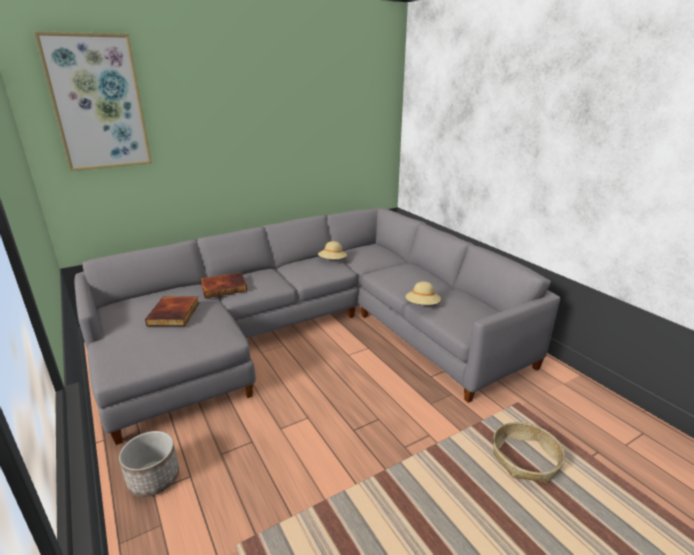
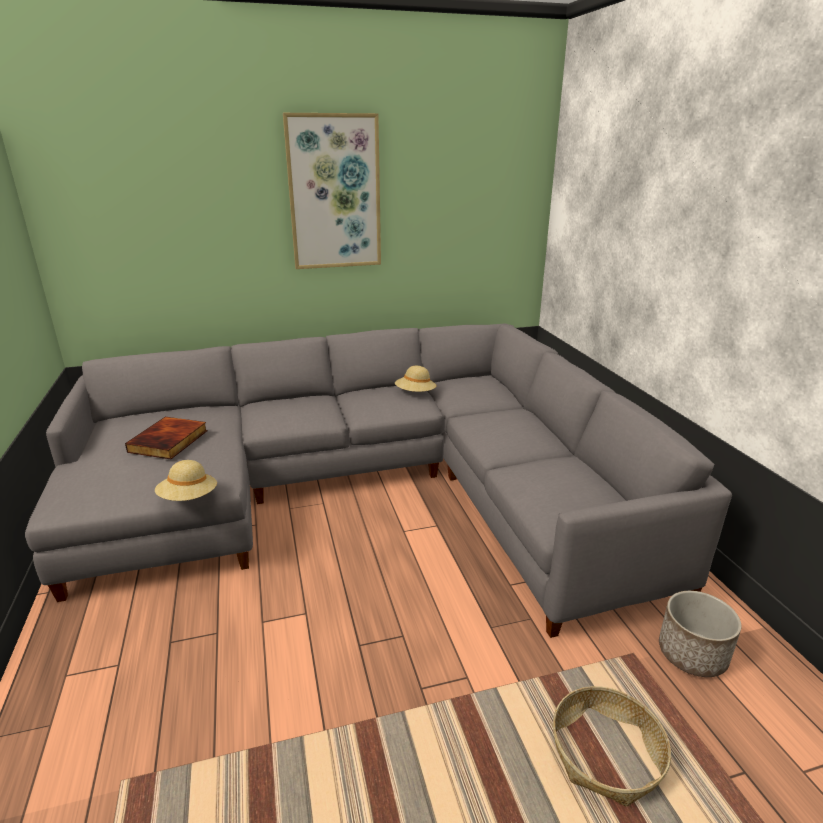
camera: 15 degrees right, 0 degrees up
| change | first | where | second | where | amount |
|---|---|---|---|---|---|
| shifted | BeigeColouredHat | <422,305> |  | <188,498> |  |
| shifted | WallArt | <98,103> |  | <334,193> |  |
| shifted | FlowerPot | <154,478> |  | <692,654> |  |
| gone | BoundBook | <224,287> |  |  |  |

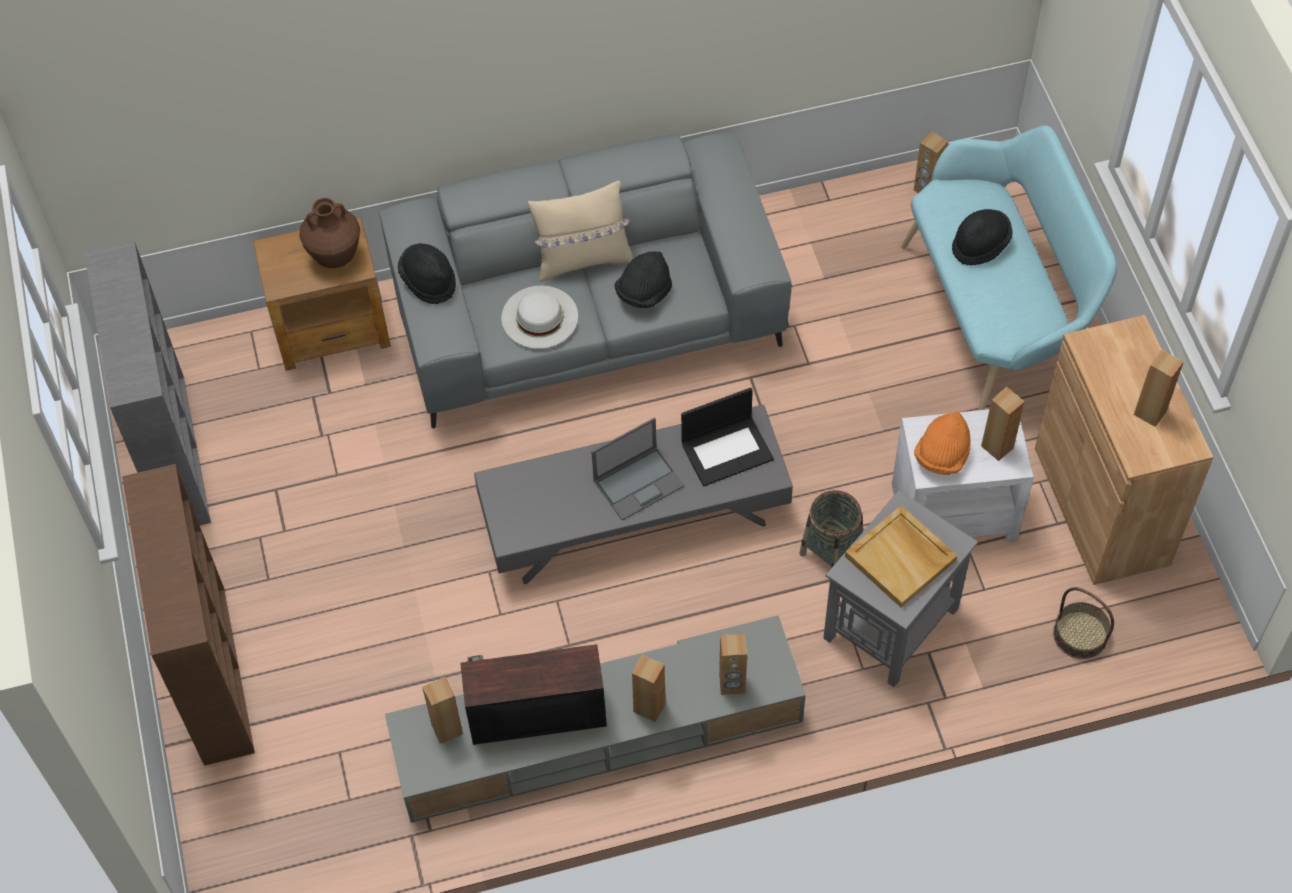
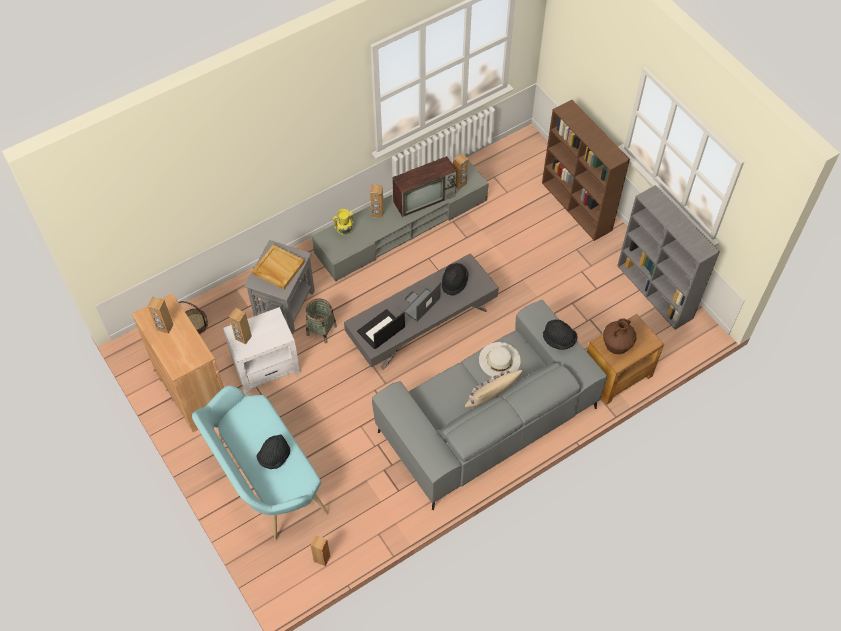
camera: 160 degrees right, 0 degrees up
| change | first | where | second | where | amount |
|---|---|---|---|---|---|
| swapped | BrownLoudspeaker | <732,684> | YellowFlowerVase | <345,231> |  |
| shifted | BlackHat | <644,292> |  | <454,282> |  |
| gone | OrangeyHat | <942,456> |  |  |  |

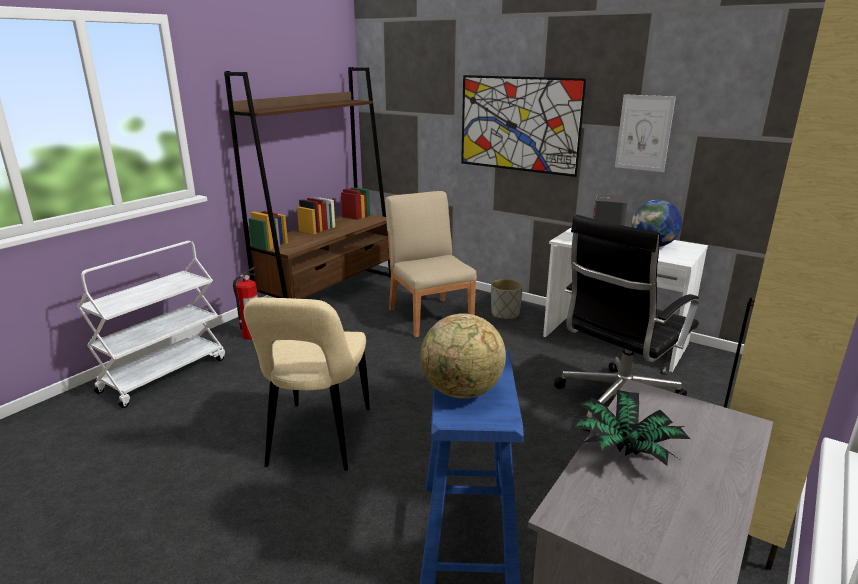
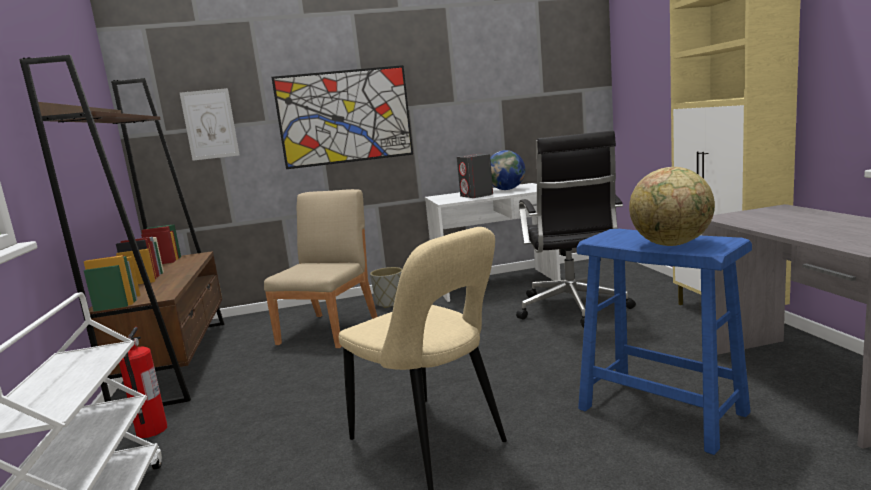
camera: 45 degrees left, 10 degrees down
| change | first | where | second | where | amount |
|---|---|---|---|---|---|
| shifted | WallArt | <644,133> |  | <210,124> |  |
| rotated | BeigeColouredUprightChair | <430,316> |  | <330,330> | 90 degrees clockwise |
| gone | PlantInAPot | <624,450> |  |  |  |

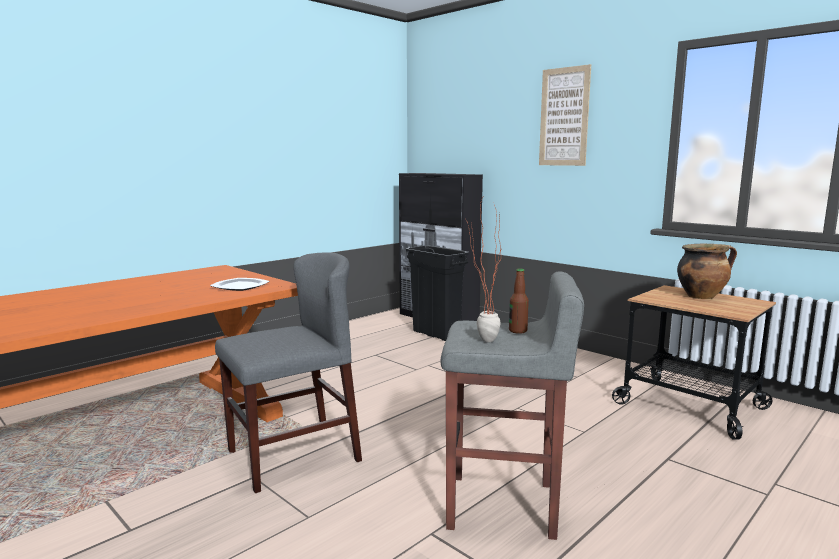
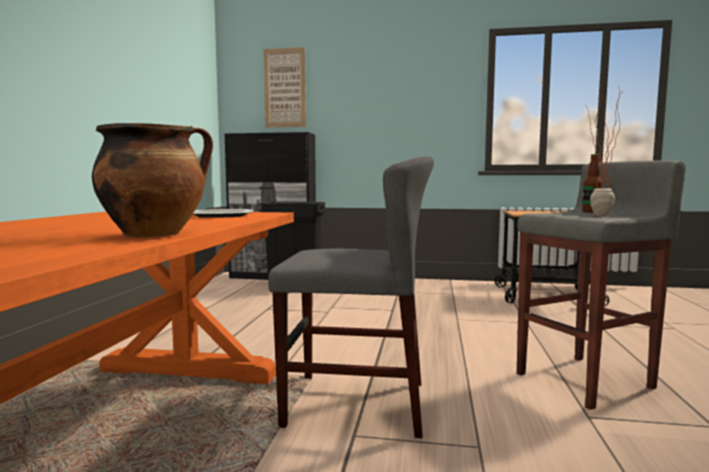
camera: 35 degrees left, 5 degrees down
| change | first | where | second | where | amount |
|---|---|---|---|---|---|
| shifted | Stockpot | <702,296> |  | <156,235> |  |
| shifted | WallArt | <564,117> |  | <285,88> |  |
| rotated | GreyUprightChair | <293,456> |  | <356,403> | 75 degrees clockwise |

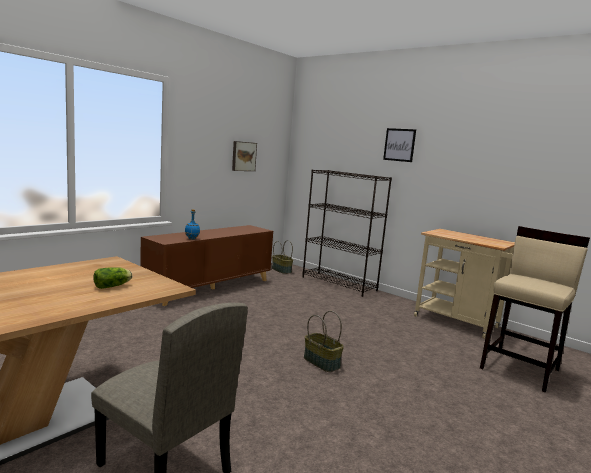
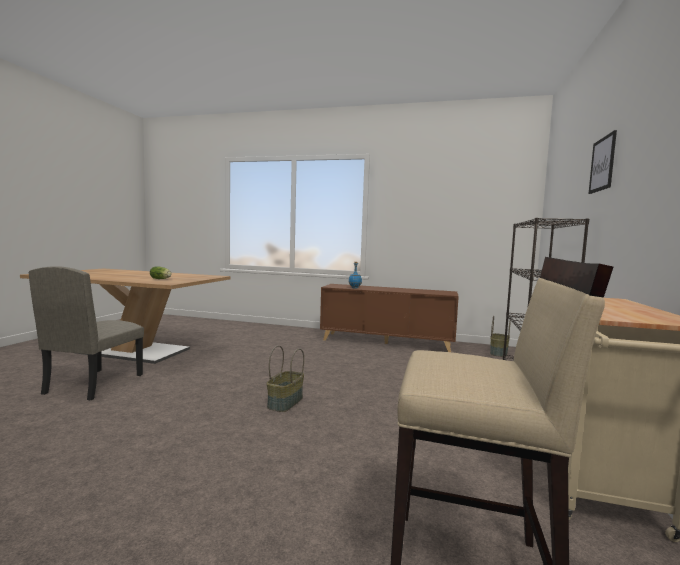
camera: 65 degrees right, 5 degrees down
| change | first | where | second | where | amount |
|---|---|---|---|---|---|
| gone | WallArt | <243,156> |  |  |  |

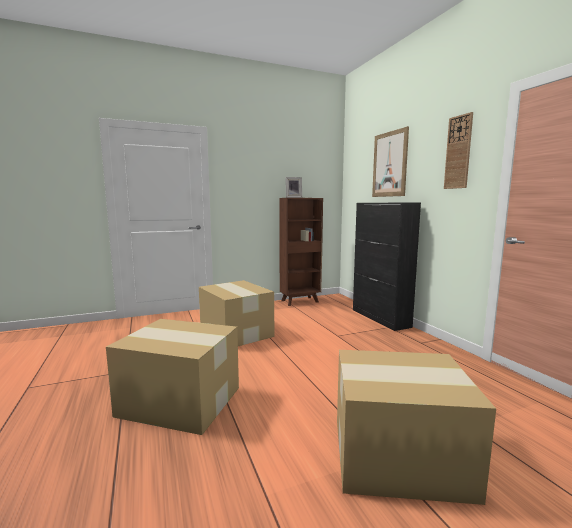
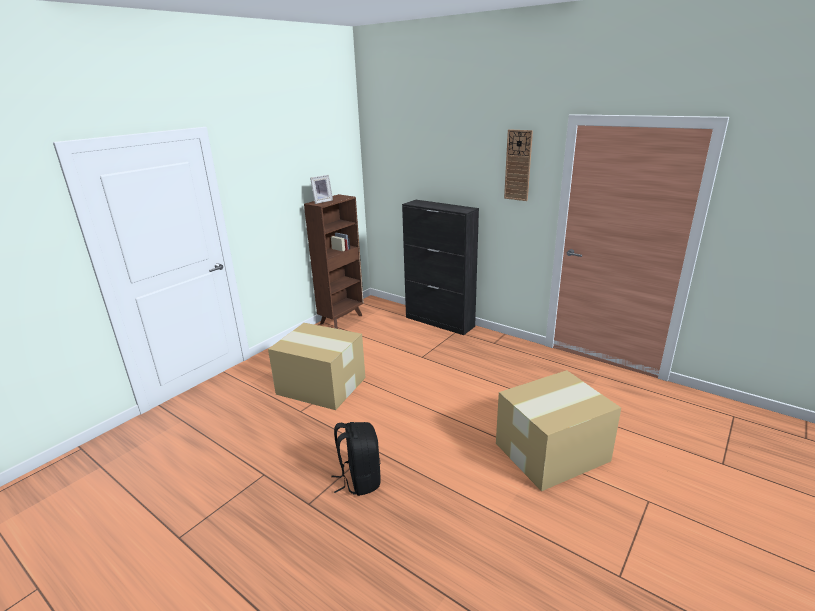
camera: 30 degrees left, 15 degrees up
| change | first | where | second | where | amount |
|---|---|---|---|---|---|
| swapped | CardboardBox | <179,400> | BlackKnapsack | <359,480> |  |
| gone | WallArt | <389,164> |  |  |  |

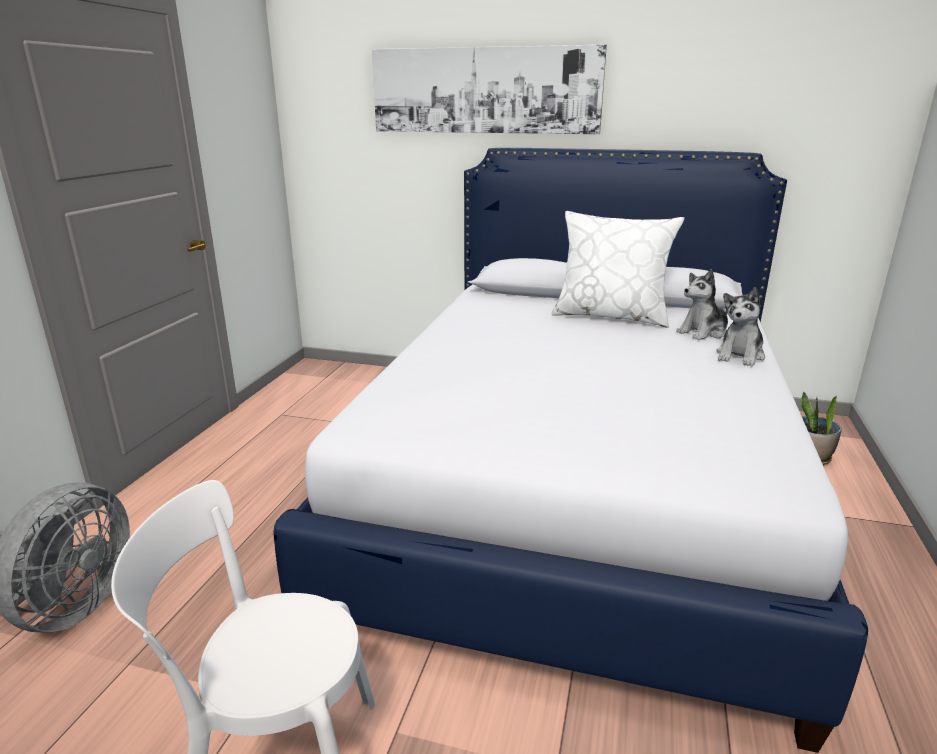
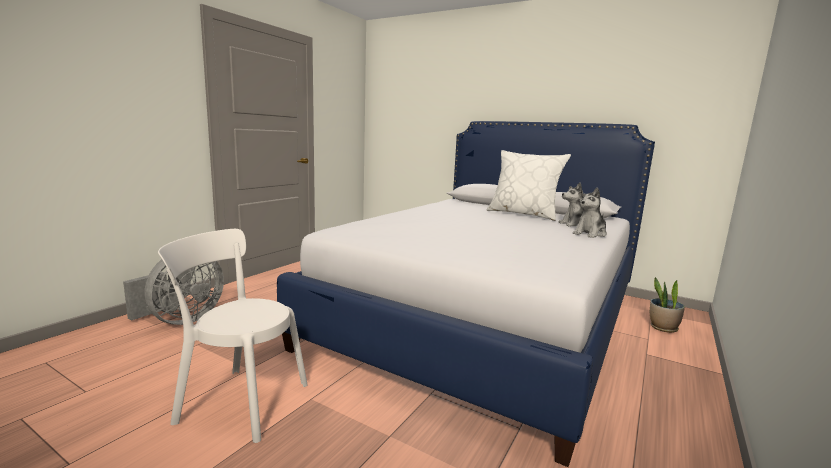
camera: 15 degrees right, 10 degrees down
| change | first | where | second | where | amount |
|---|---|---|---|---|---|
| gone | WallArt | <484,90> |  |  |  |

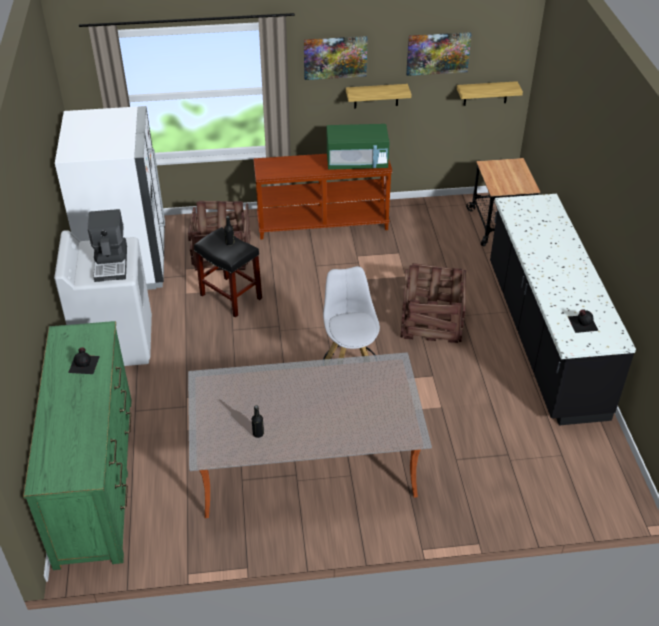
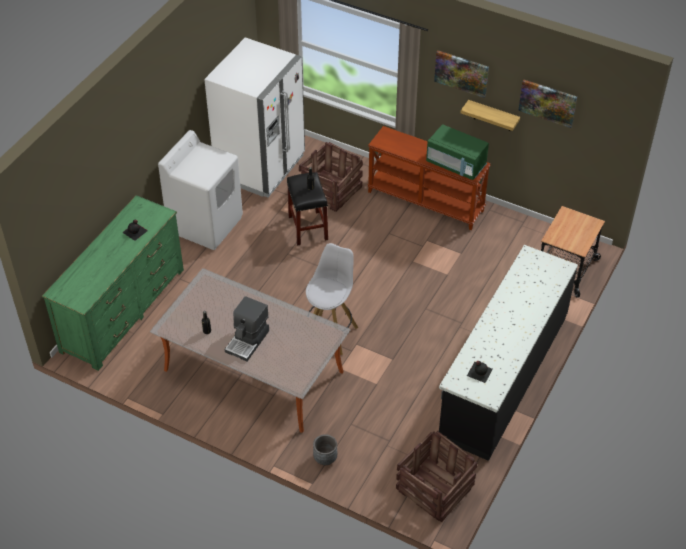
camera: 35 degrees right, 5 degrees up
| change | first | where | second | where | amount |
|---|---|---|---|---|---|
| shifted | CoffeeMachine | <112,263> |  | <248,341> |  |
| new |  |  | GreyFlowerPot | <325,458> |  |
| shifted | PackingCrate | <430,322> |  | <434,488> |  |
| gone | BracketShelf | <485,93> |  |  |  |

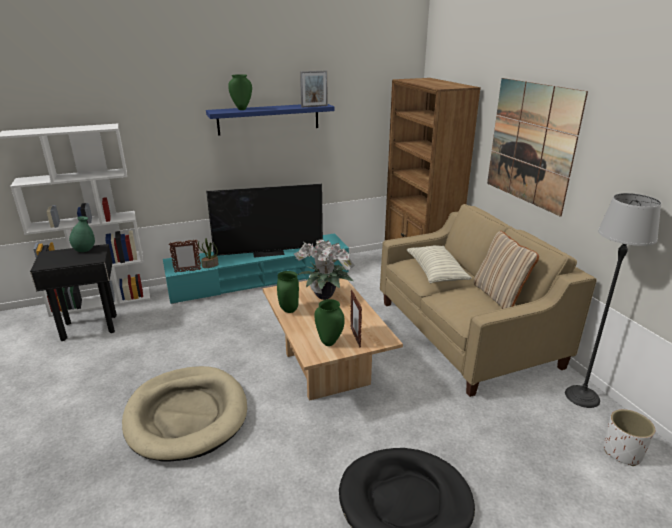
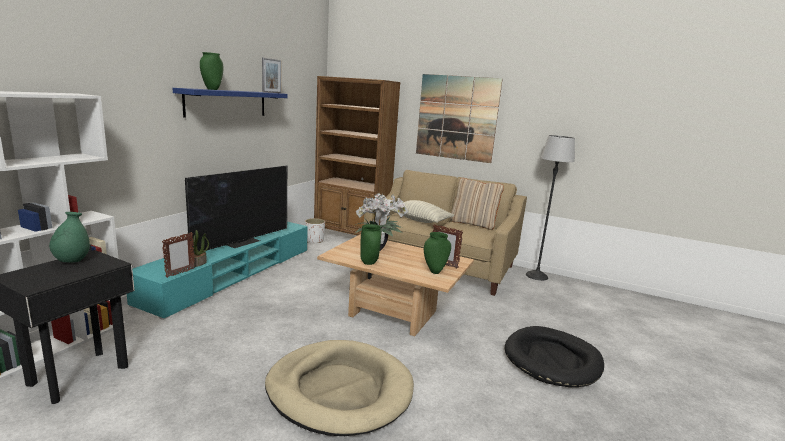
camera: 45 degrees left, 10 degrees down
| change | first | where | second | where | amount |
|---|---|---|---|---|---|
| shifted | WhiteFlowerPot | <623,452> |  | <314,240> |  |

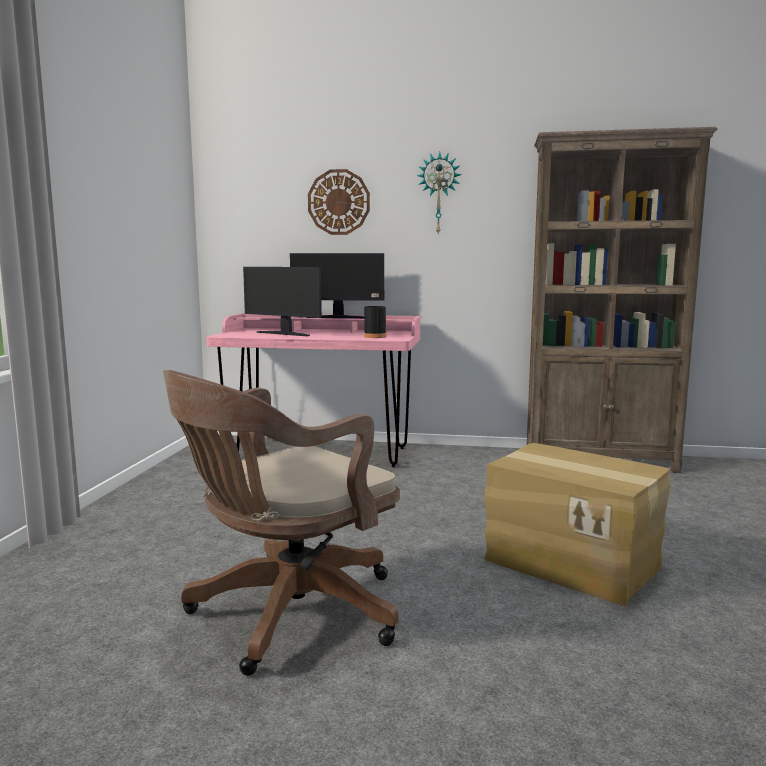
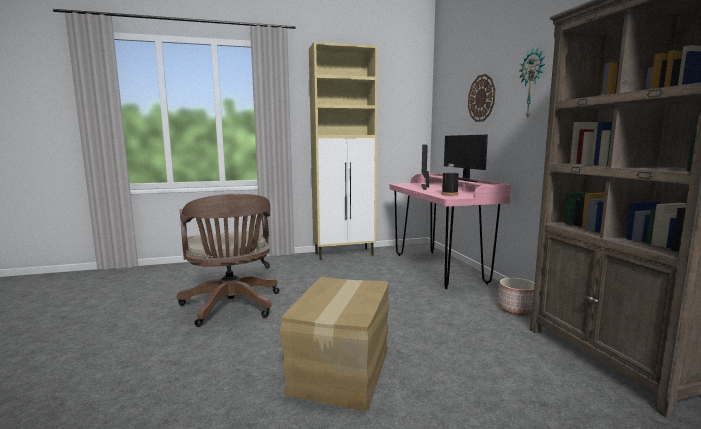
camera: 65 degrees right, 0 degrees up
| change | first | where | second | where | amount |
|---|---|---|---|---|---|
| rotated | BrownDeskChair | <287,615> |  | <232,307> | 135 degrees counterclockwise |
| new |  |  | BeigeColouredStorageCabinet | <345,254> |  |
| new |  |  | FlowerPot | <517,309> |  |

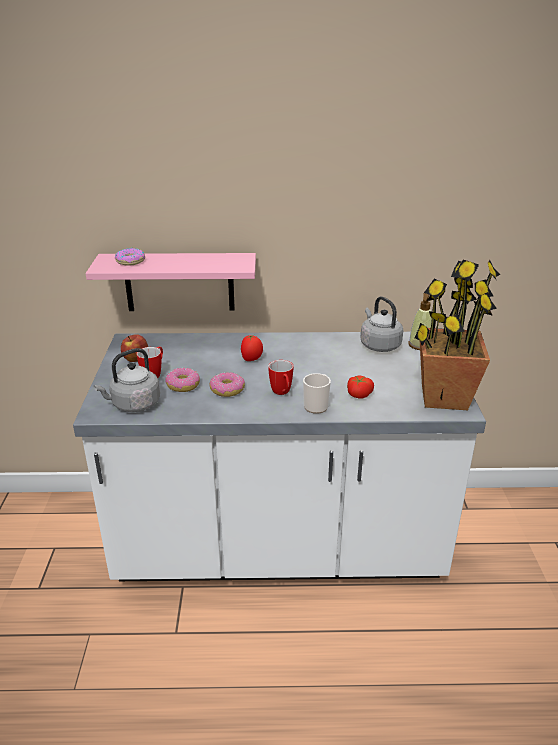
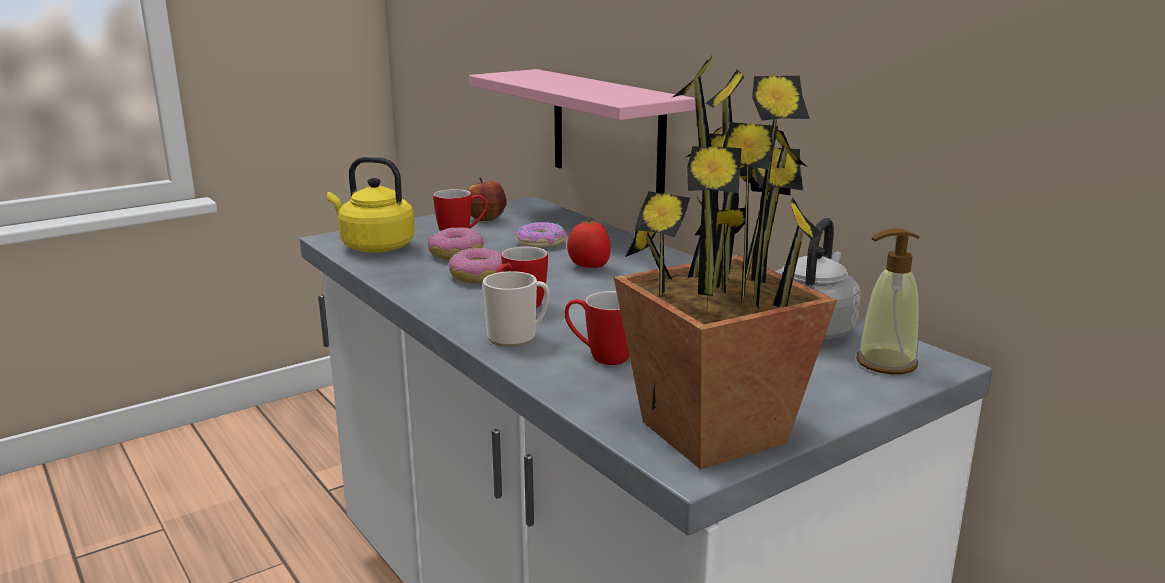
camera: 55 degrees right, 10 degrees down
| change | first | where | second | where | amount |
|---|---|---|---|---|---|
| repainted | GreyWaterKettle | <133,405> | YellowWaterKettle | <374,247> |  |
| shifted | RingDoughnut | <131,261> |  | <540,243> |  |
| swapped | WholeTomato | <358,394> | CoffeeMug | <600,356> |  |

